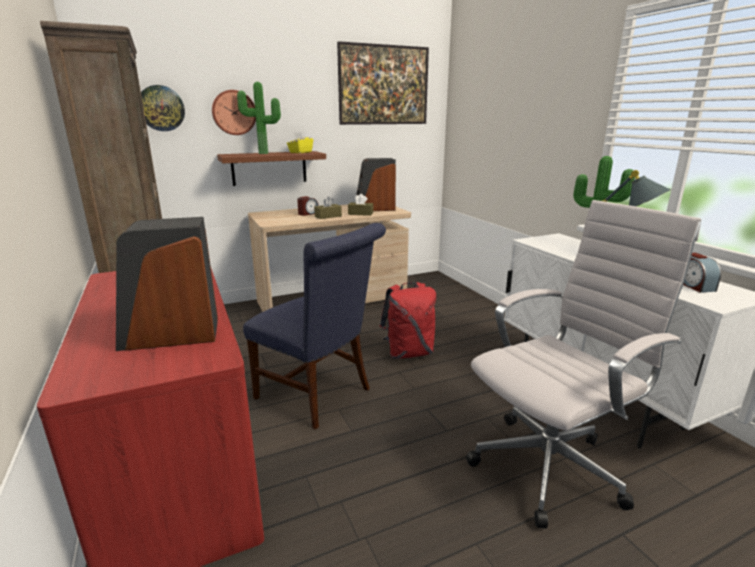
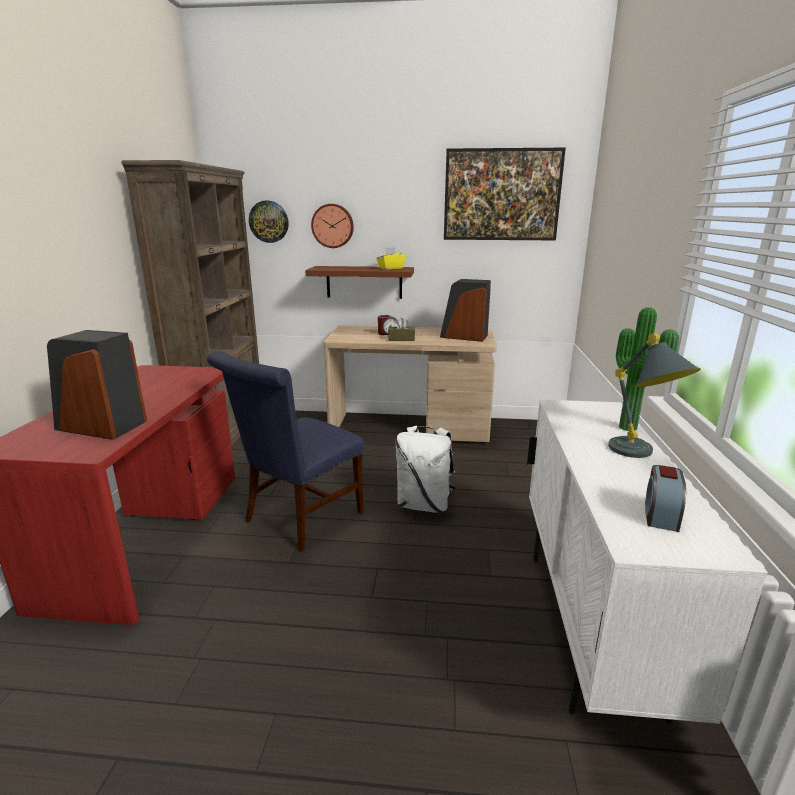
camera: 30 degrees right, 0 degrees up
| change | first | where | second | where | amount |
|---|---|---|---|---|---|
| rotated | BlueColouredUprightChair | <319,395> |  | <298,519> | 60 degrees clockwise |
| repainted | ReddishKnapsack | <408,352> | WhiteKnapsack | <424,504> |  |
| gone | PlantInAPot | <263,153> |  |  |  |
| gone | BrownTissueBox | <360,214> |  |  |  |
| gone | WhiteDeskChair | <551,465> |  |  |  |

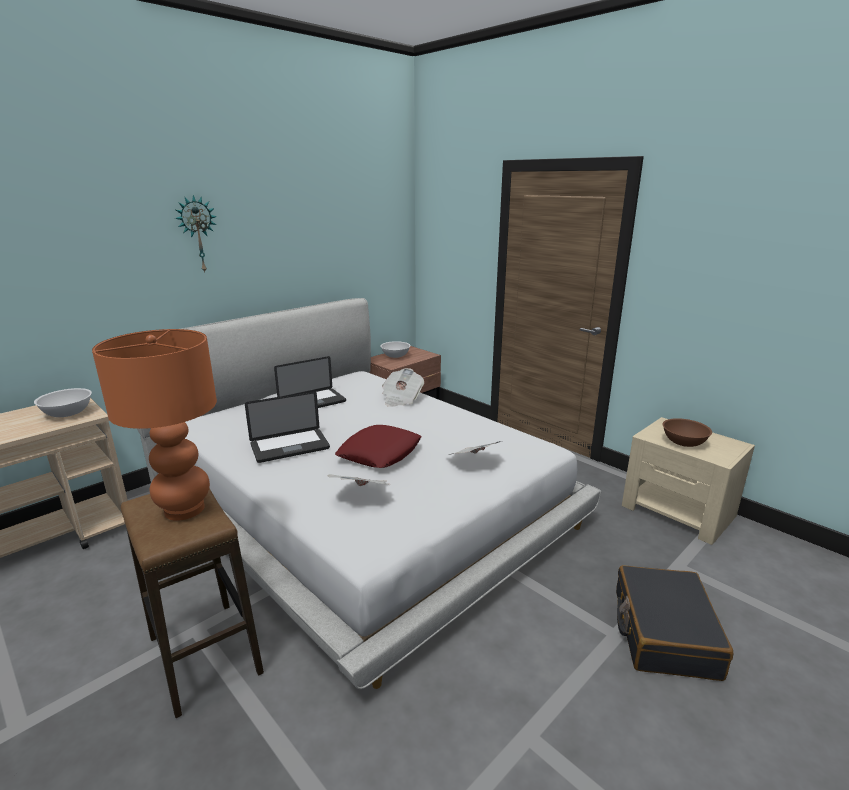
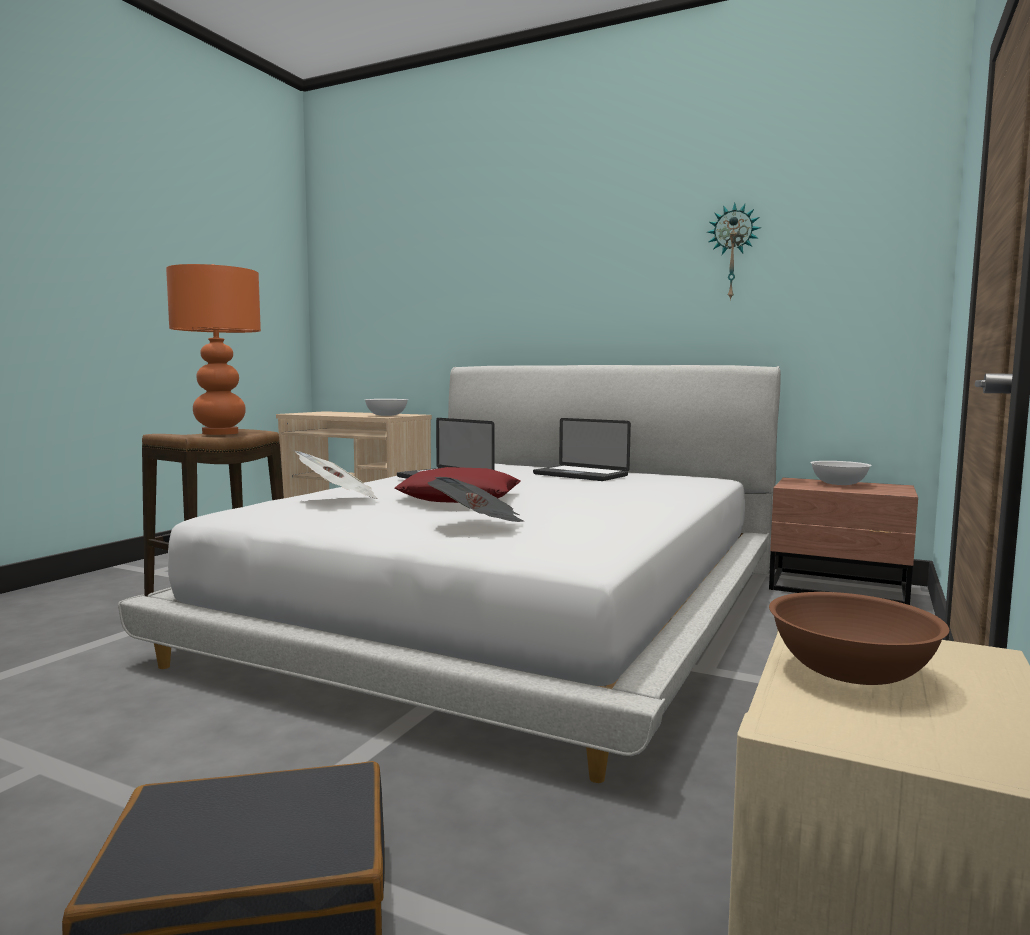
camera: 70 degrees right, 15 degrees down
| change | first | where | second | where | amount |
|---|---|---|---|---|---|
| shifted | ClockOnTheWall | <197,234> |  | <733,252> |  |
| gone | DailyPaper | <401,399> |  |  |  |

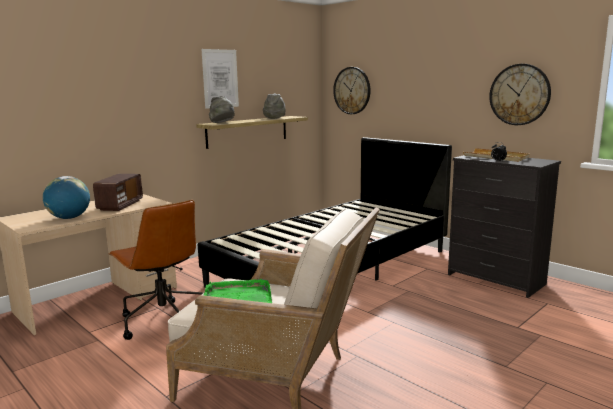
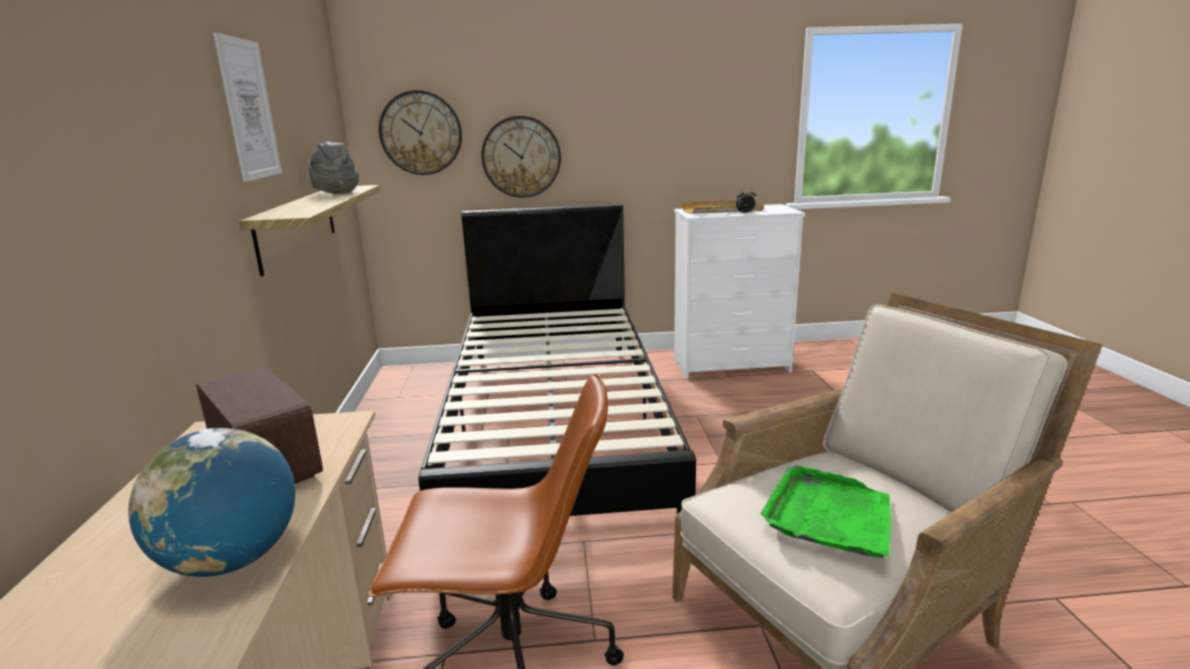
camera: 50 degrees left, 5 degrees up
| change | first | where | second | where | amount |
|---|---|---|---|---|---|
| shifted | ClockOnTheWall | <519,94> |  | <521,157> |  |
| repainted | BlackDrawerChest | <496,279> | WhiteDrawerChest | <732,365> |  |
| gone | GreyHat | <223,123> |  |  |  |

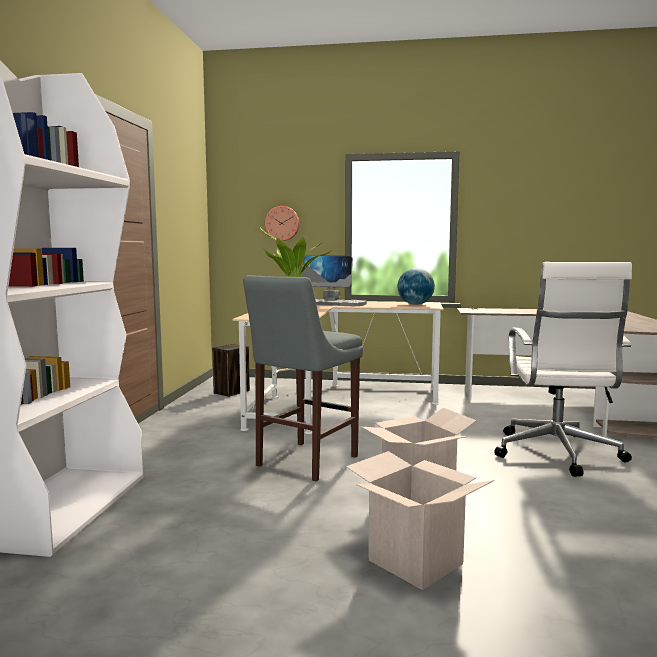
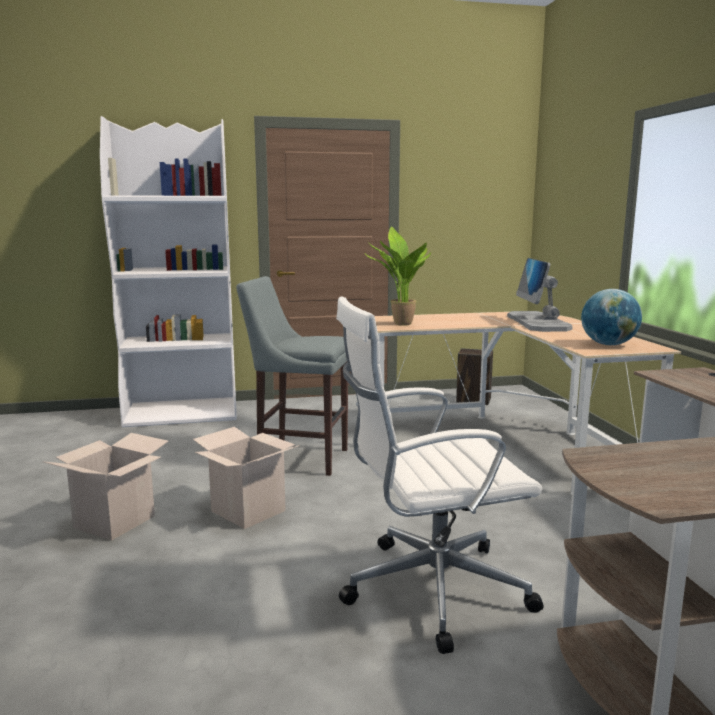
camera: 70 degrees right, 5 degrees up
| change | first | where | second | where | amount |
|---|---|---|---|---|---|
| gone | ClockOnTheWall | <282,223> |  |  |  |

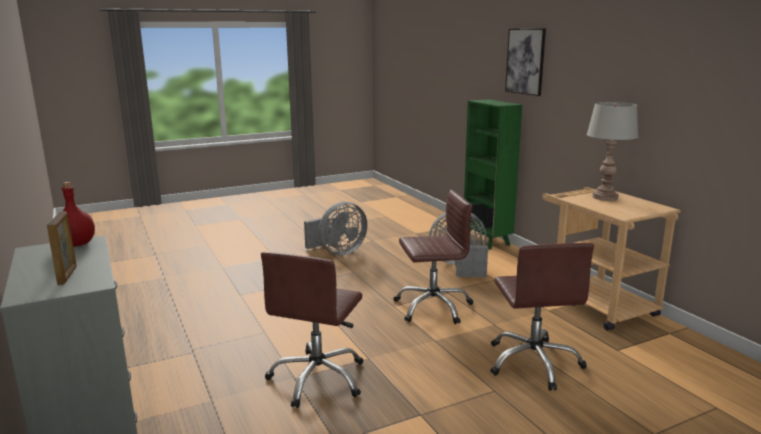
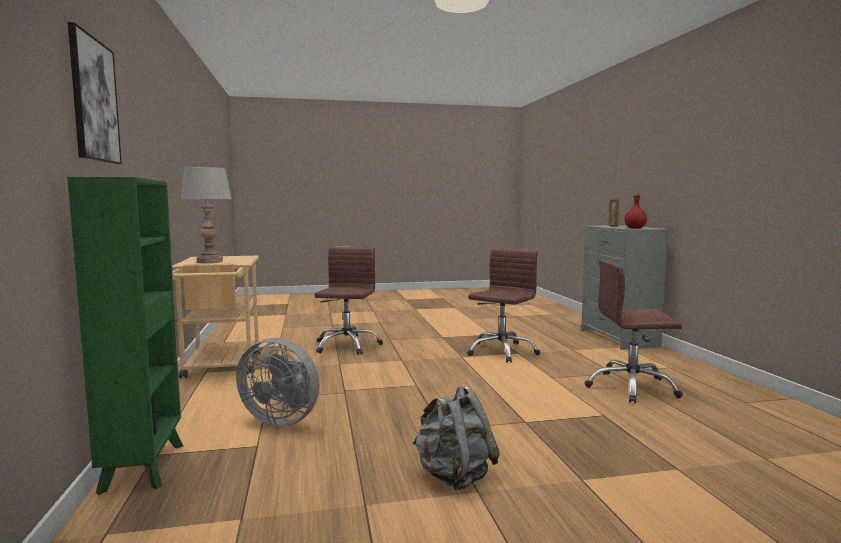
camera: 165 degrees left, 10 degrees down
| change | first | where | second | where | amount |
|---|---|---|---|---|---|
| swapped | GreyCoolingFan | <338,252> | GreyKnapsack | <454,476> |  |
| shifted | BrownDeskChair | <433,307> |  | <631,387> |  |

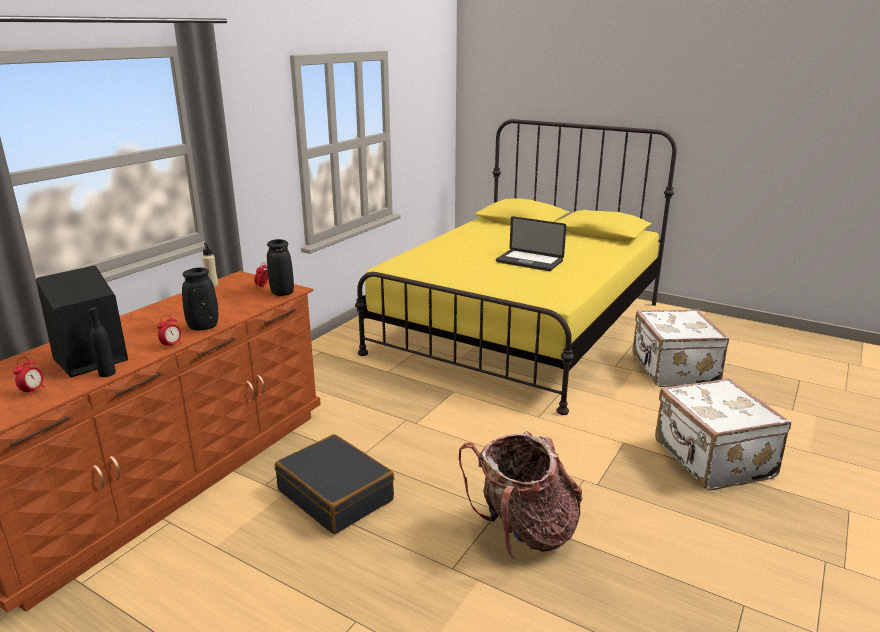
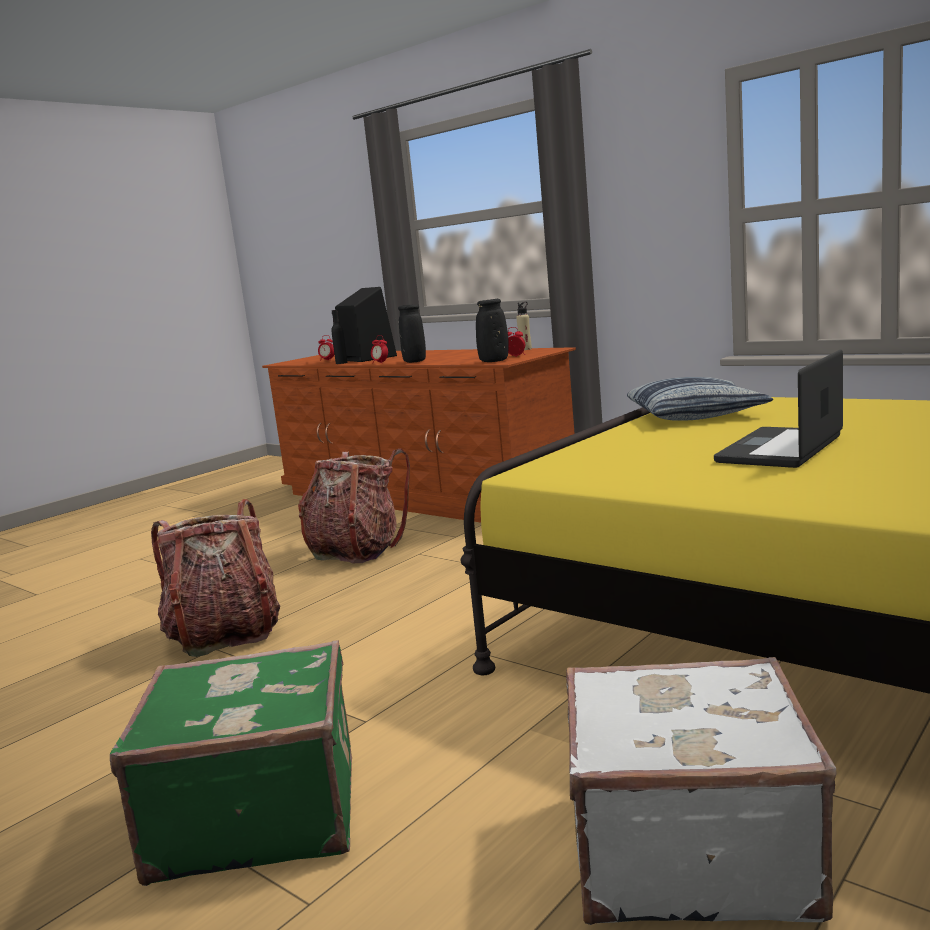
camera: 100 degrees right, 10 degrees down
| change | first | where | second | where | amount |
|---|---|---|---|---|---|
| repainted | WhiteTravelCase | <711,460> | GreenColouredTravelCase | <257,813> |  |
| swapped | BlackTravelCase | <336,495> | Knapsack | <356,551> |  |
| new |  |  | Cushion | <696,414> |  |

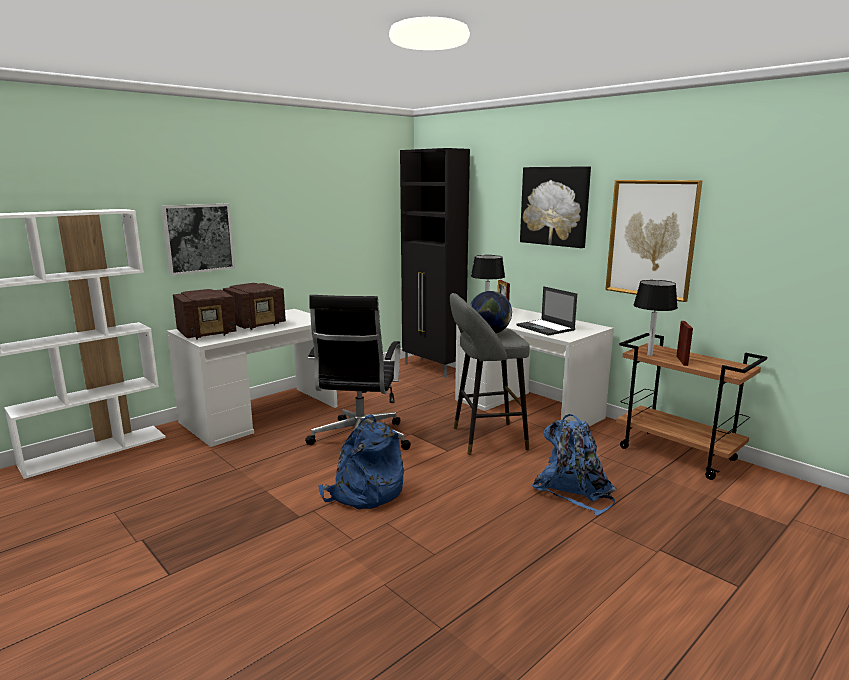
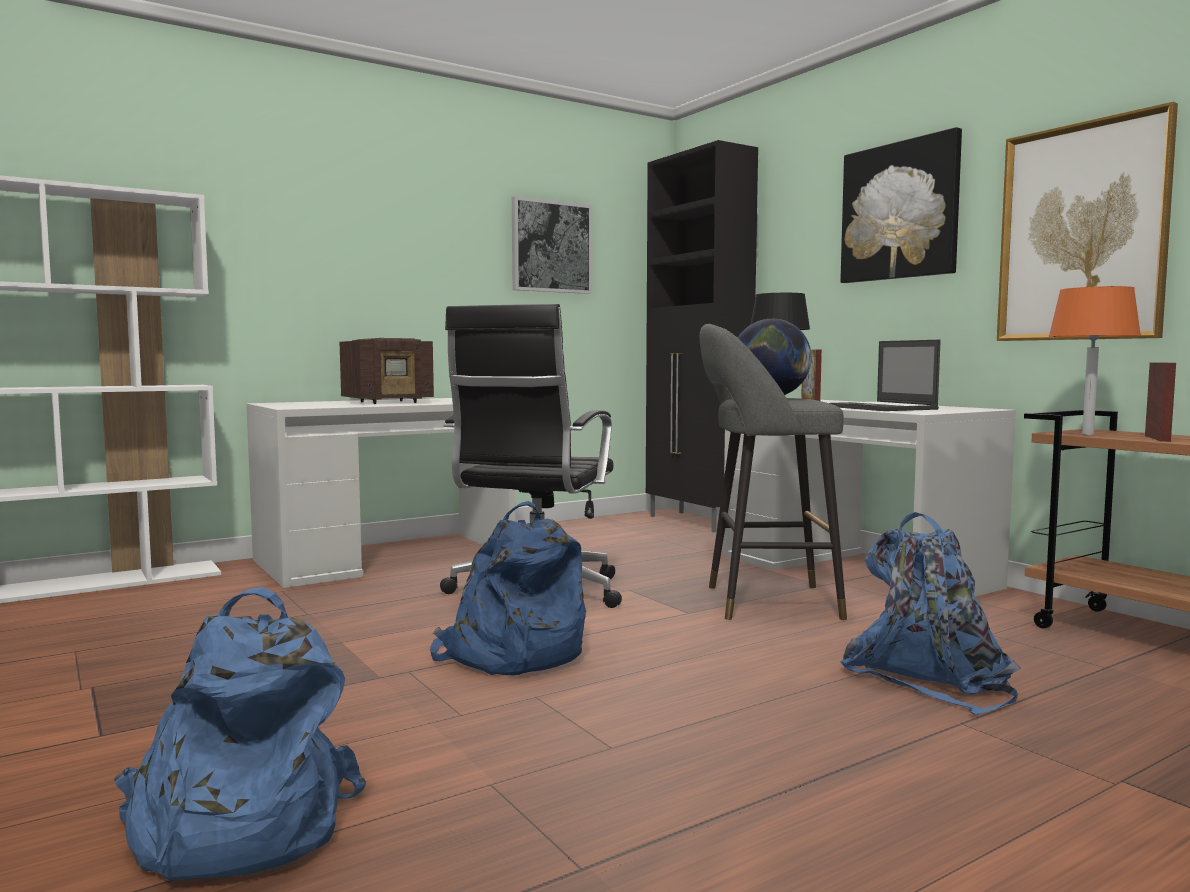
camera: 10 degrees right, 10 degrees down
| change | first | where | second | where | amount |
|---|---|---|---|---|---|
| new |  |  | BlueColouredKnapsack | <237,827> |  |
| shifted | WallArt | <198,238> |  | <551,247> |  |
| repainted | BlackTableLamp | <650,355> | OrangeyTableLamp | <1088,434> |  |
| gone | RadioReceiver | <208,333> |  |  |  |

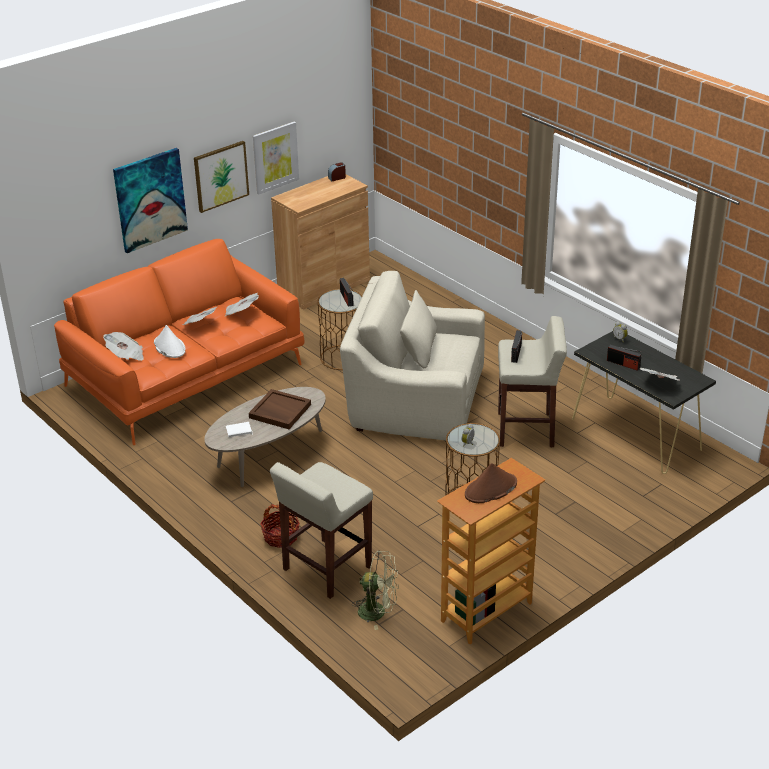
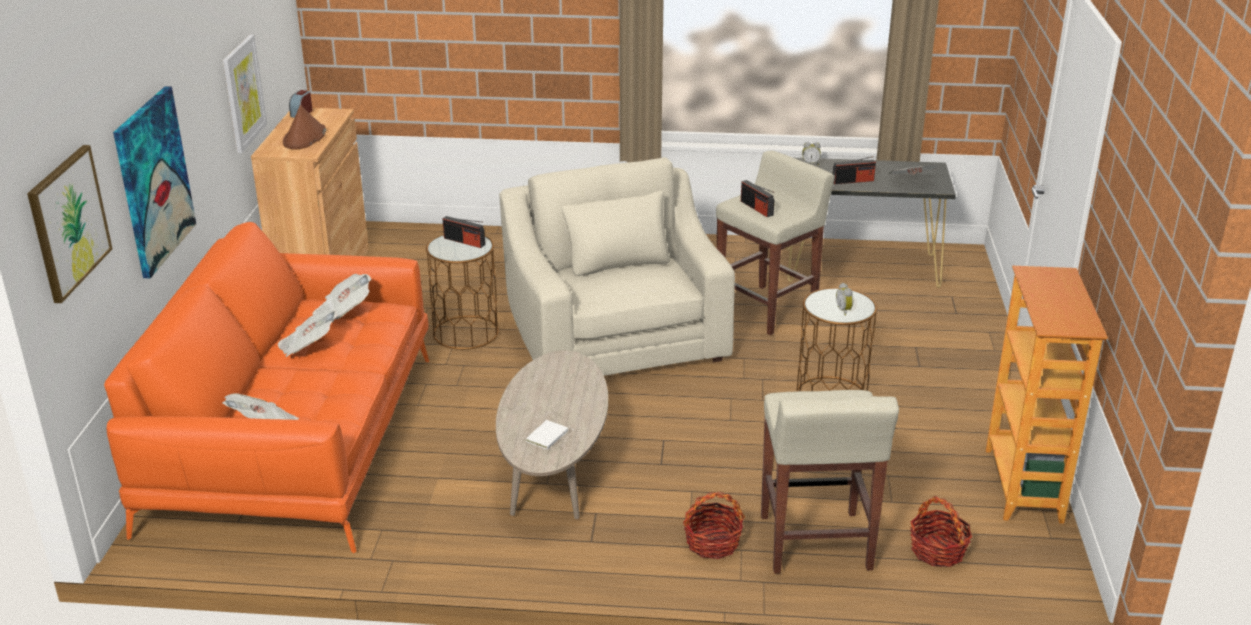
camera: 45 degrees left, 5 degrees down
| change | first | where | second | where | amount |
|---|---|---|---|---|---|
| shifted | WallArt | <221,176> |  | <68,222> |  |
| shifted | BrownHat | <490,489> |  | <304,137> |  |
| rotated | BeigeColouredLoungeChair | <415,400> |  | <615,336> | 105 degrees clockwise |
| swapped | GreenColouredCoolingFan | <378,612> | StorageBasket | <937,551> |  |
| gone | WhiteHat | <169,347> |  |  |  |
| gone | BrownCarryingTray | <279,411> |  |  |  |

